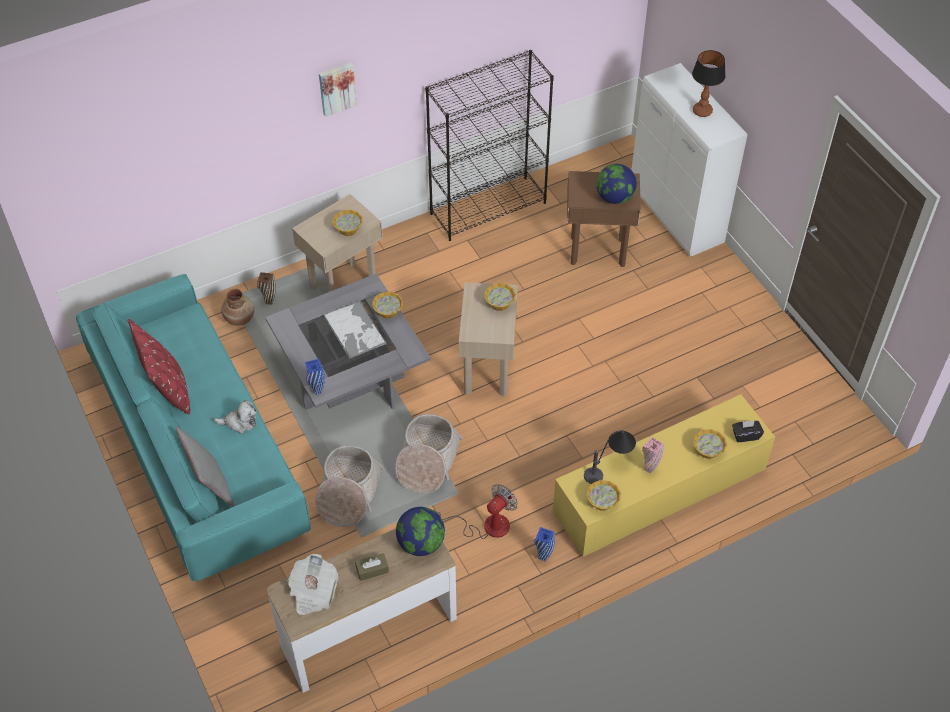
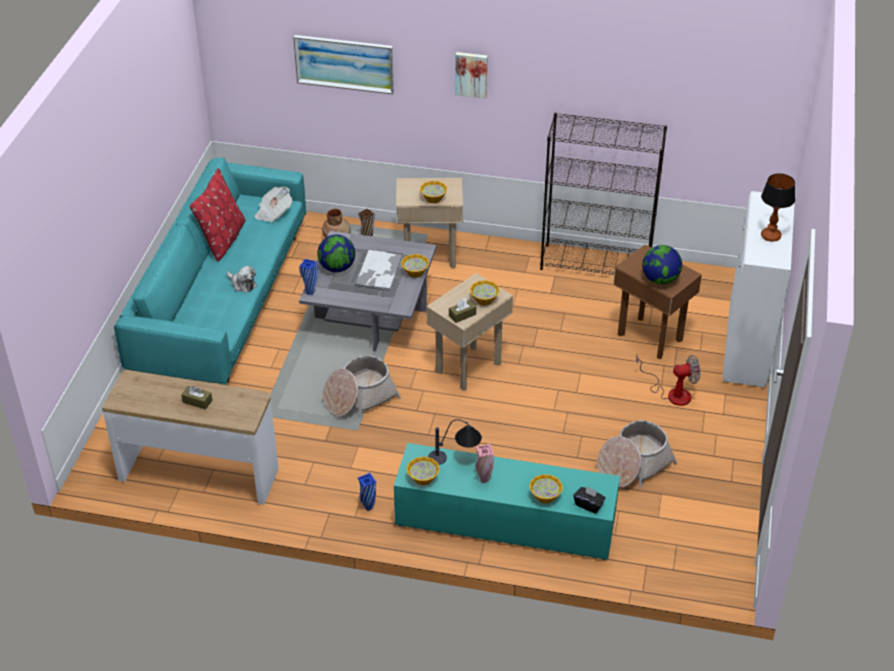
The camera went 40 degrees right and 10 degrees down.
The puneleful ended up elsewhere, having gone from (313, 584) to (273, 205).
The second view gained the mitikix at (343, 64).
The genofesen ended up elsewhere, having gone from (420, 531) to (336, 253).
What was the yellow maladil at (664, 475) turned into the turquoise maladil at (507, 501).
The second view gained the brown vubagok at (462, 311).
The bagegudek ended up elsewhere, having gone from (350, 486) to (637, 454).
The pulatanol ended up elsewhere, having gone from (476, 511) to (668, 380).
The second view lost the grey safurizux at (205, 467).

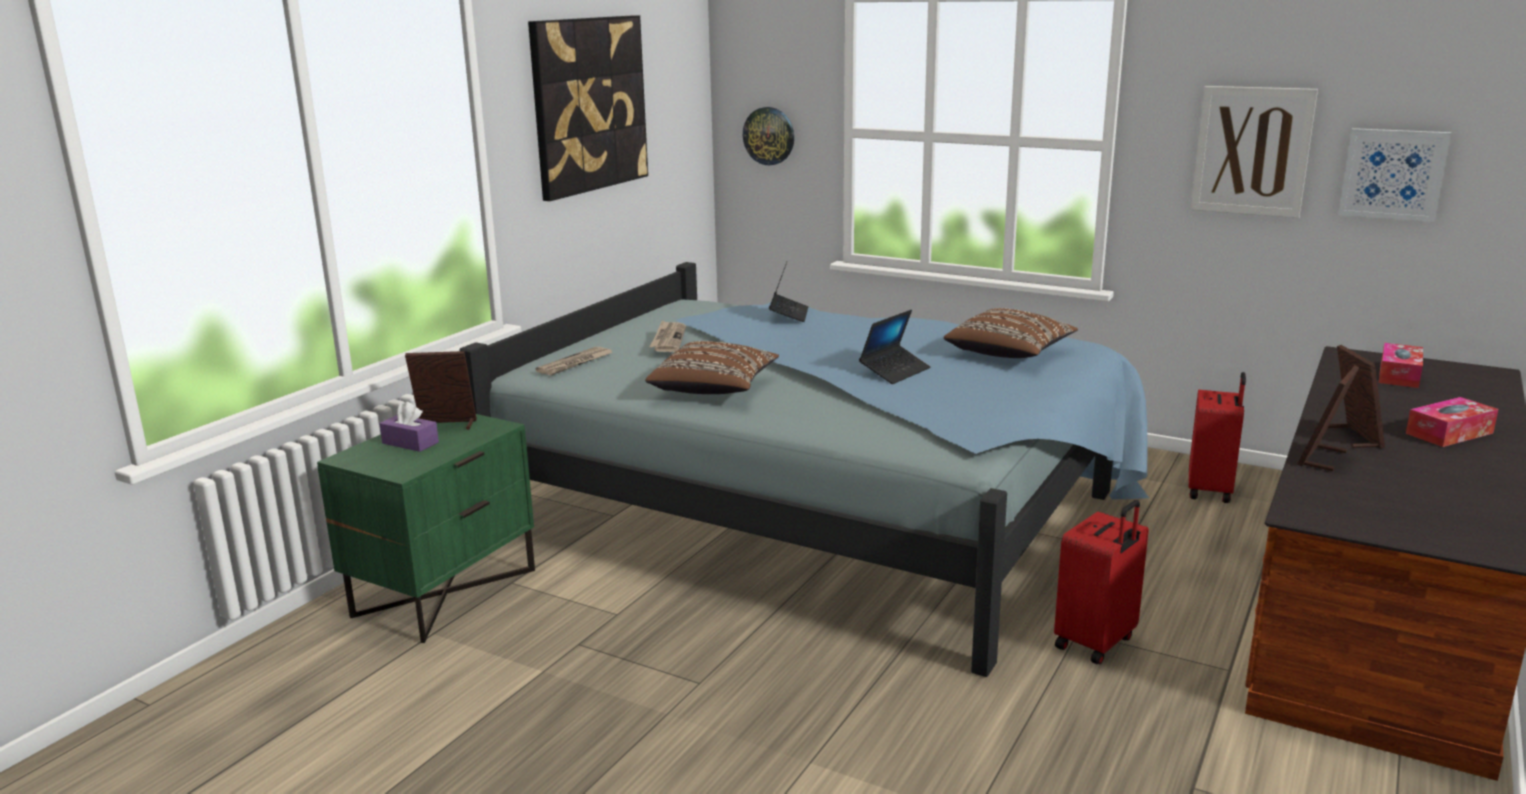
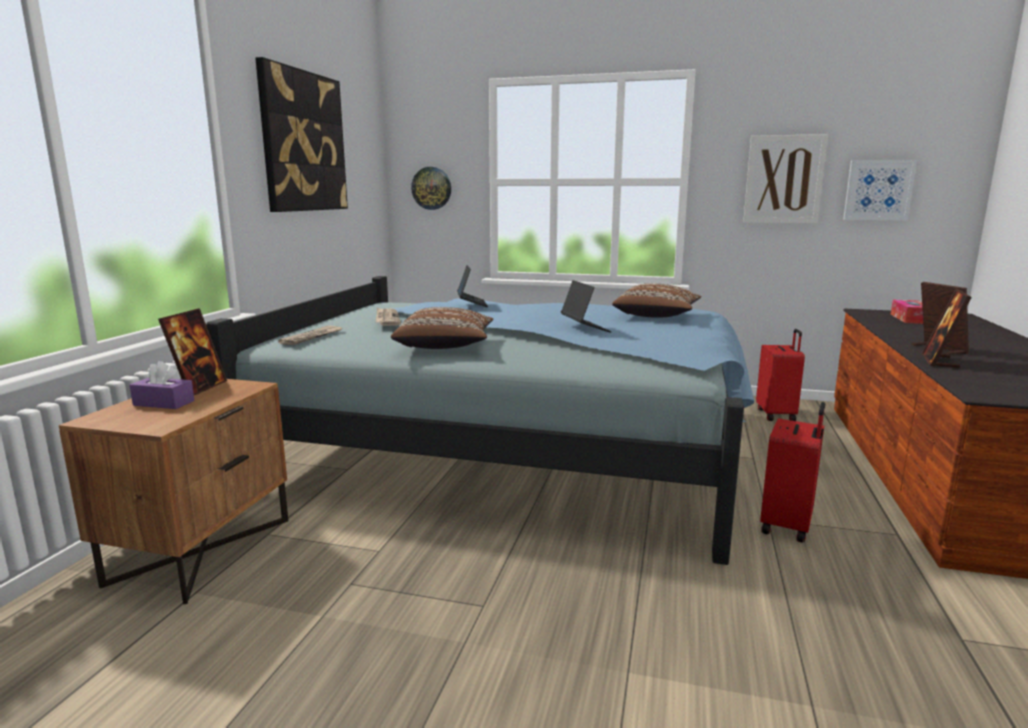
The camera went 15 degrees left and 5 degrees down.
What was the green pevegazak at (426, 528) turned into the brown pevegazak at (173, 491).
The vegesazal at (441, 390) ended up facing another way, 120 degrees clockwise from before.
The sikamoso at (895, 347) ended up facing another way, 45 degrees counterclockwise from before.
The second view lost the vubagok at (1452, 422).

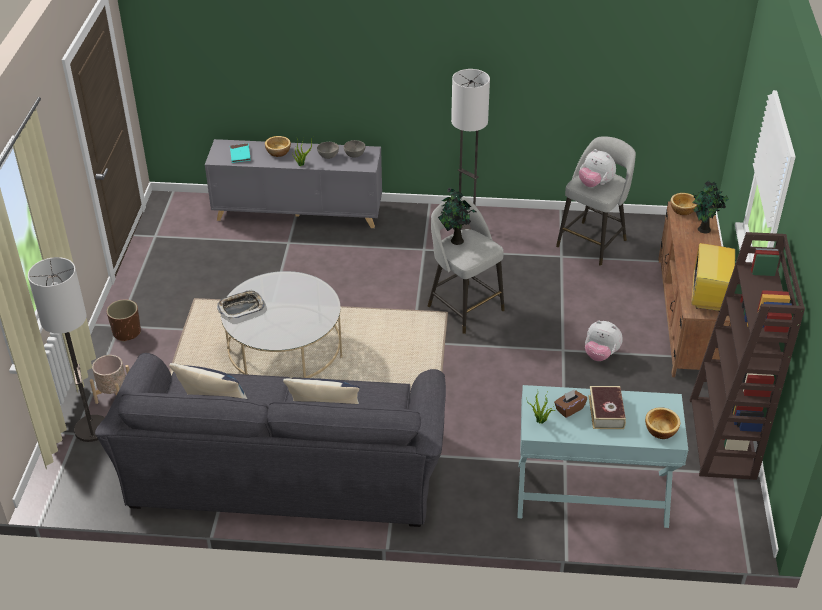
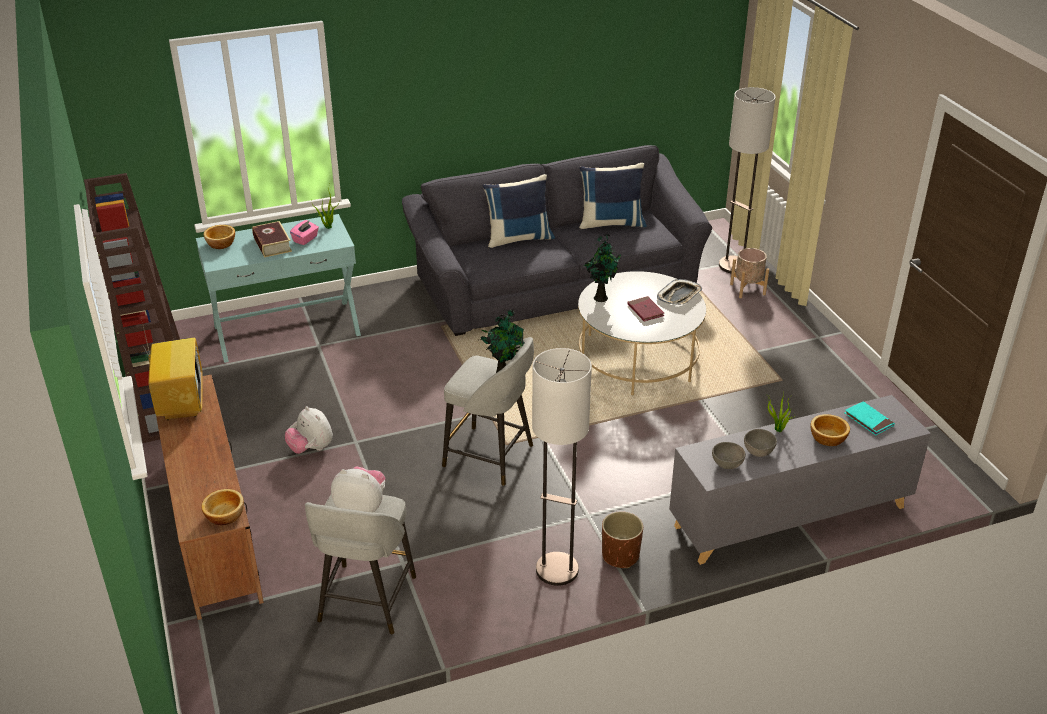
The camera went 155 degrees right and 5 degrees down.
The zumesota at (604, 341) ended up facing another way, 135 degrees counterclockwise from before.
What was the brown vubagok at (570, 403) turned into the pink vubagok at (304, 232).
The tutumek ended up elsewhere, having gone from (710, 207) to (602, 268).
The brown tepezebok ended up elsewhere, having gone from (124, 320) to (622, 539).
The second view gained the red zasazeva at (646, 308).

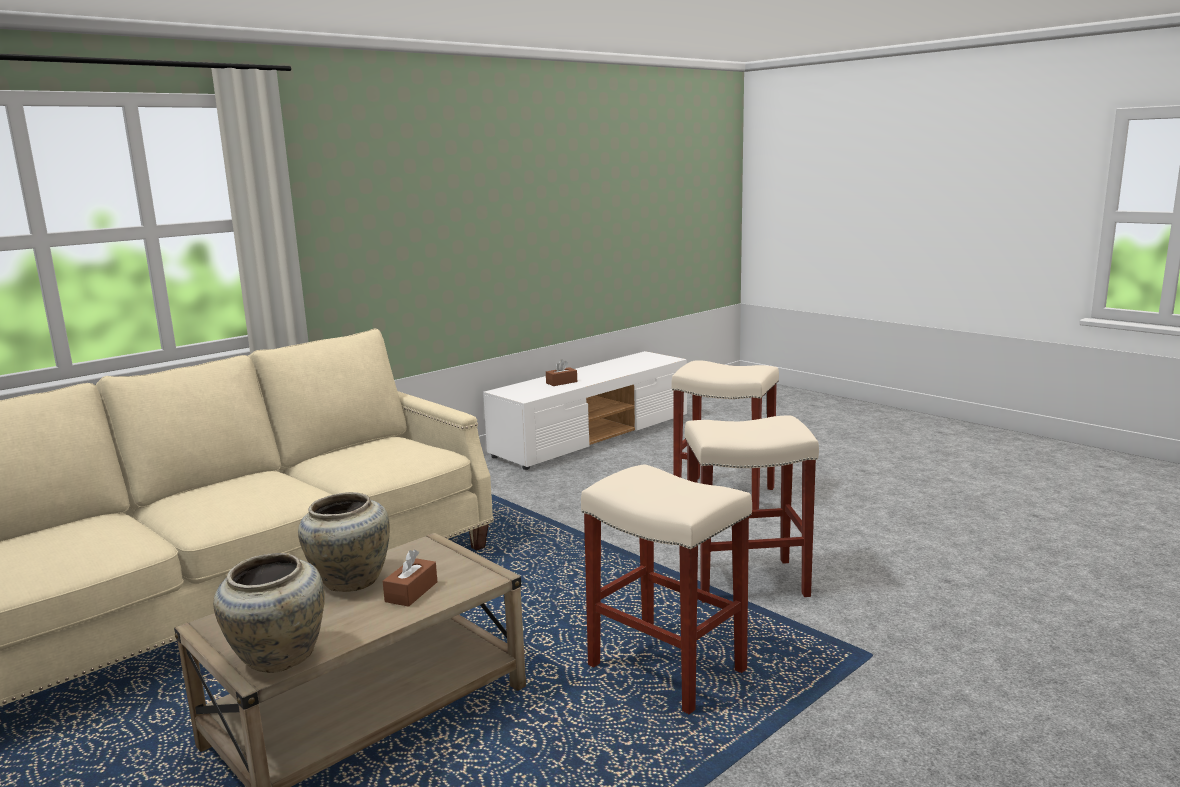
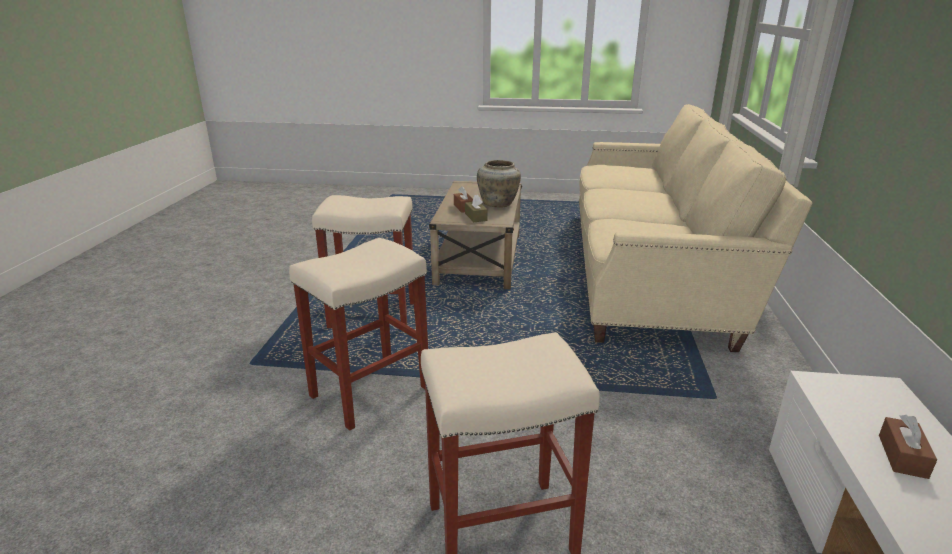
The camera went 140 degrees right and 10 degrees up.
The second view gained the brown vubagok at (476, 208).
The second view lost the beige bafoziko at (269, 613).

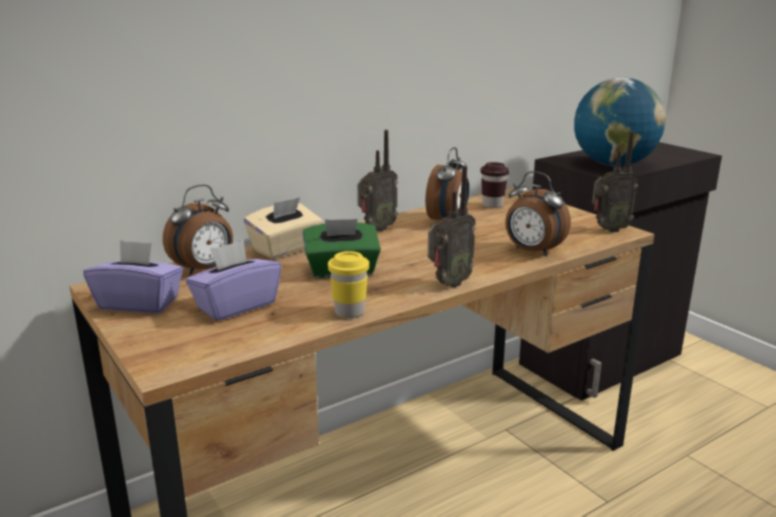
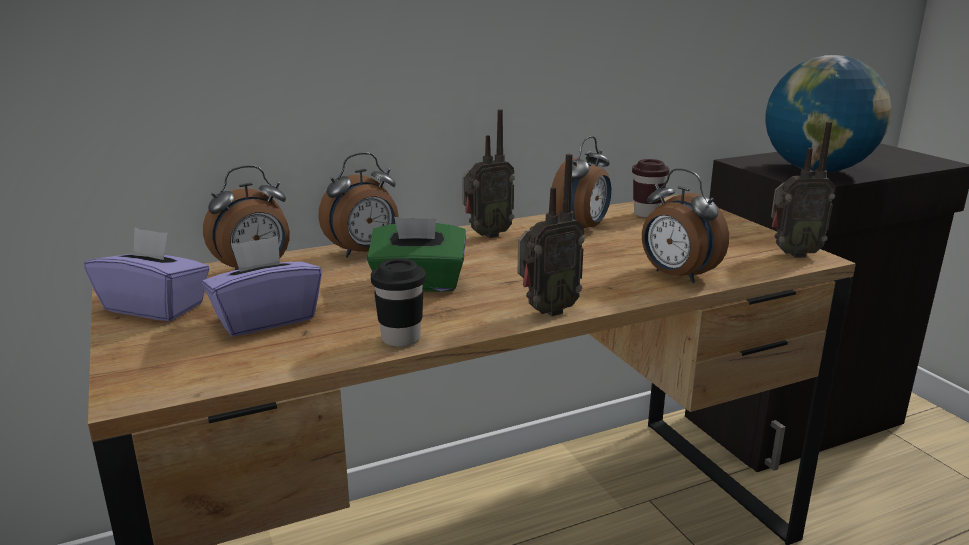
The camera went 10 degrees right and 0 degrees up.
Where the beige vubagok stood at (283, 228), the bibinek came to stand at (358, 205).
What was the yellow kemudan at (348, 284) turned into the black kemudan at (398, 302).

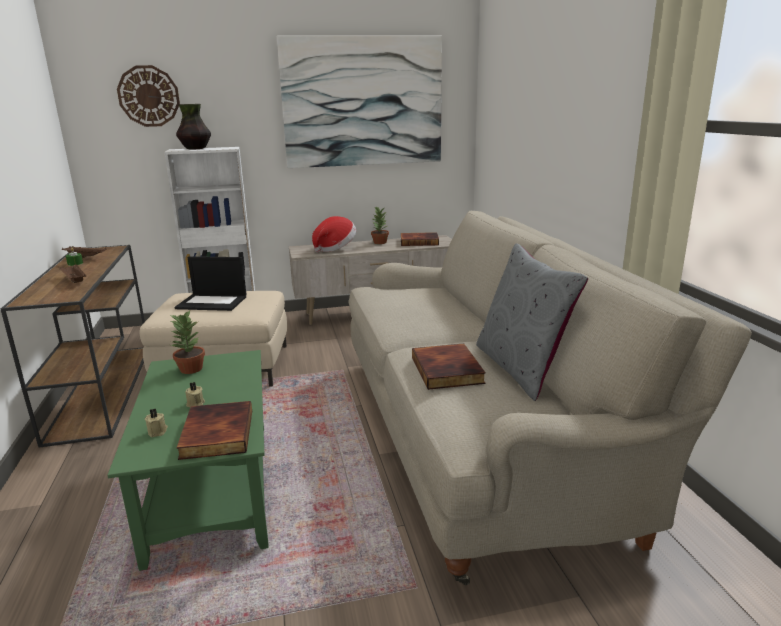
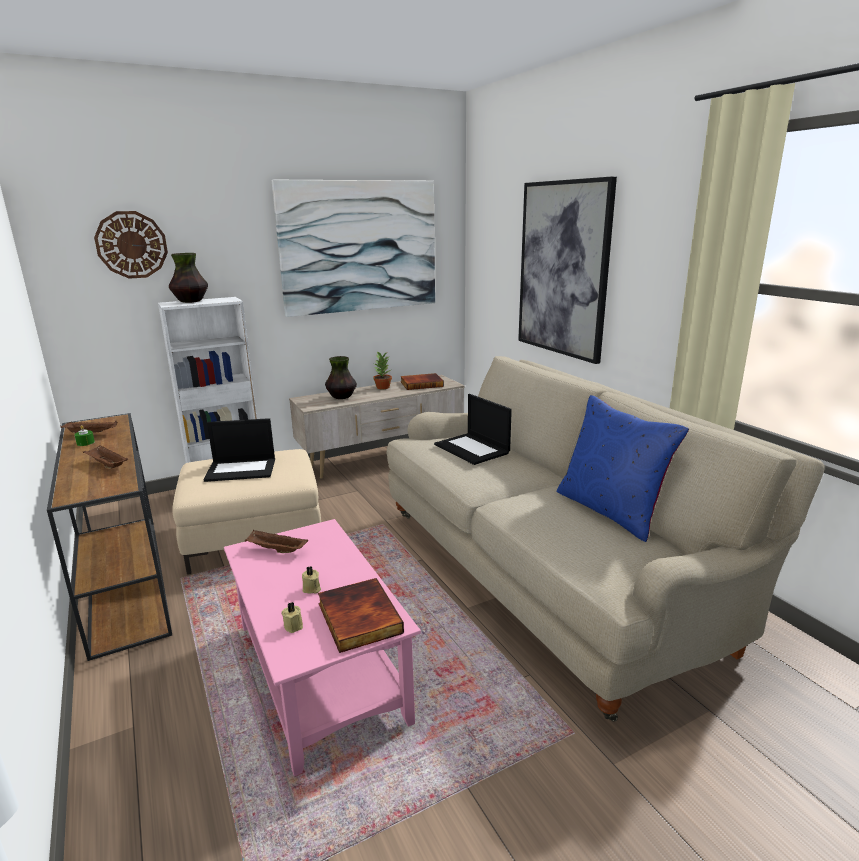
The camera went 15 degrees left and 0 degrees up.
What was the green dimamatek at (188, 460) turned into the pink dimamatek at (322, 647).
Where the tutumek stood at (187, 342), the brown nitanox came to stand at (276, 541).
Where the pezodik stood at (334, 234), the bafoziko came to stand at (341, 377).
The second view gained the sikamoso at (473, 429).
The second view gained the mitikix at (567, 270).
What was the grey safurizux at (532, 322) turned into the blue safurizux at (623, 468).
The second view lost the zasazeva at (449, 367).

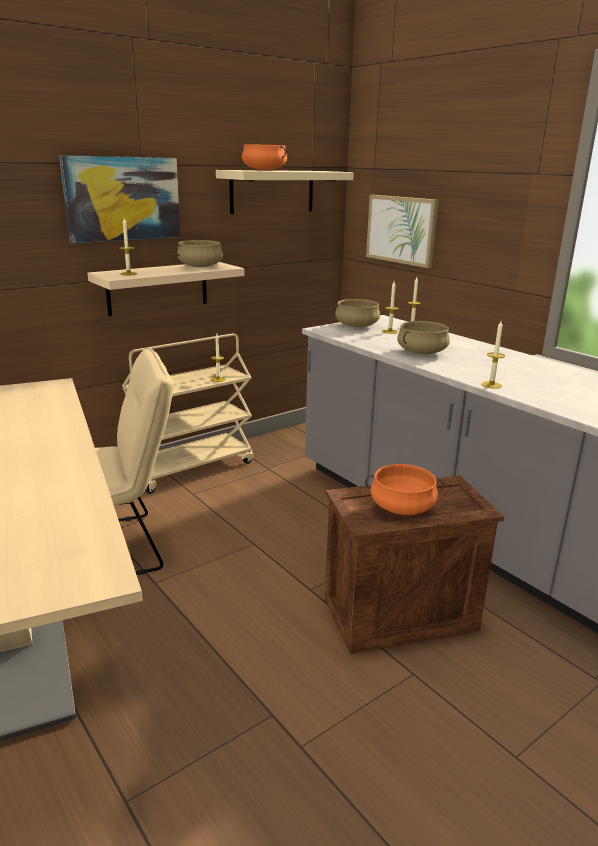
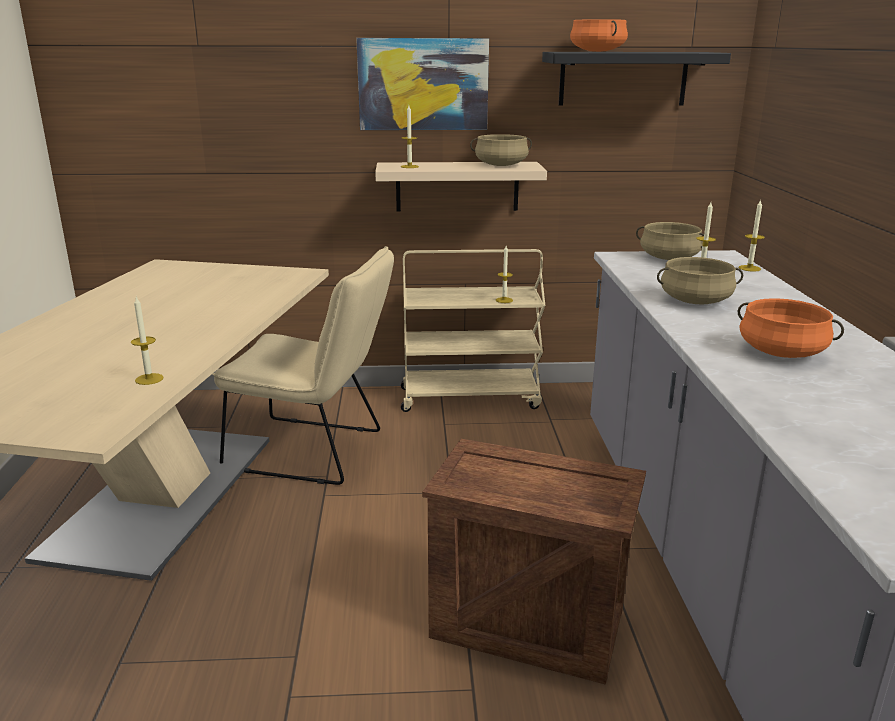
The camera went 35 degrees right and 0 degrees up.
The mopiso ended up elsewhere, having gone from (493, 355) to (147, 341).
What was the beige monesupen at (285, 192) turned into the black monesupen at (636, 79).
The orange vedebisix ended up elsewhere, having gone from (404, 489) to (791, 328).
The second view lost the mitikix at (402, 231).

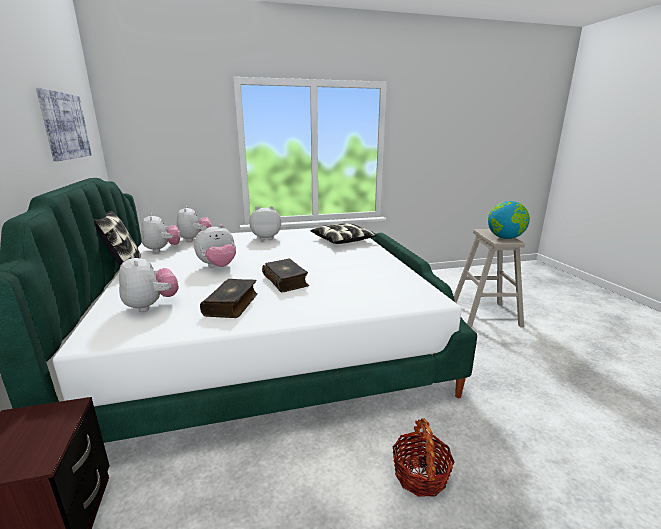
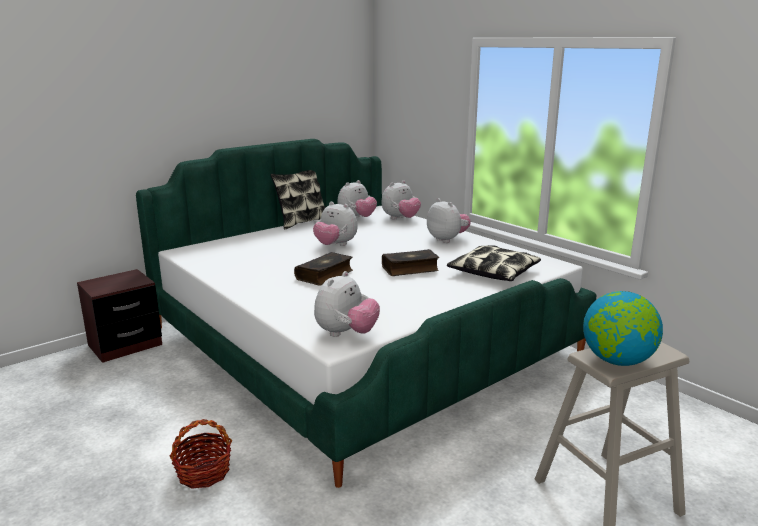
The camera went 65 degrees right and 0 degrees up.
The zumesota ended up elsewhere, having gone from (149, 283) to (347, 304).
The zasazeva ended up elsewhere, having gone from (229, 298) to (410, 262).
The second view lost the mitikix at (64, 124).

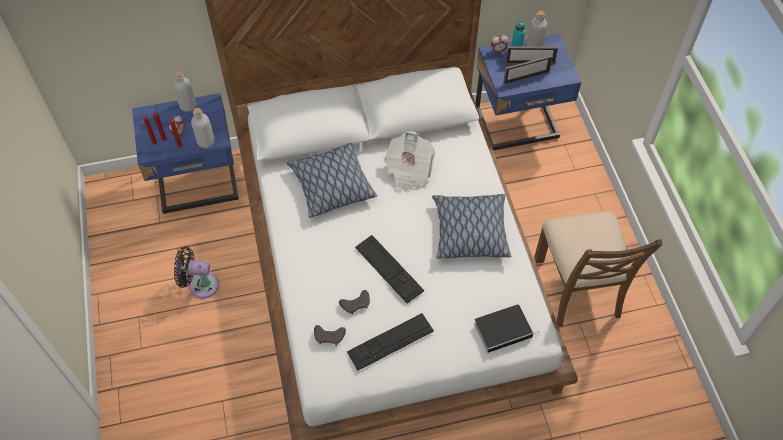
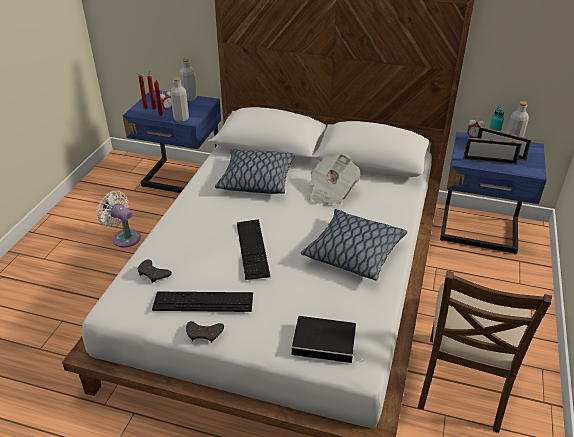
The camera went 30 degrees right and 20 degrees down.
What was the black pulatanol at (196, 272) turned into the white pulatanol at (118, 219).
The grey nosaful ended up elsewhere, having gone from (354, 302) to (205, 332).

